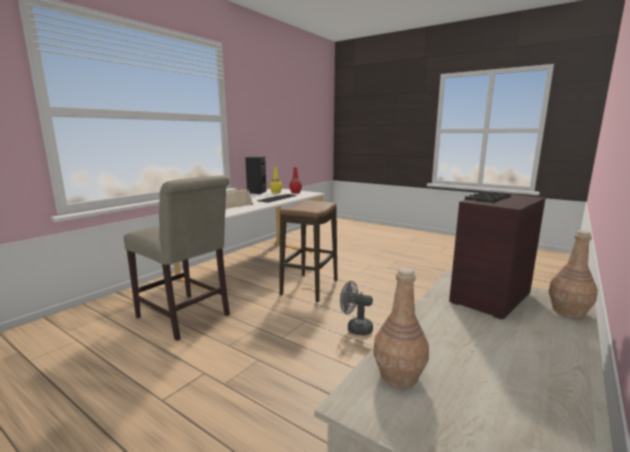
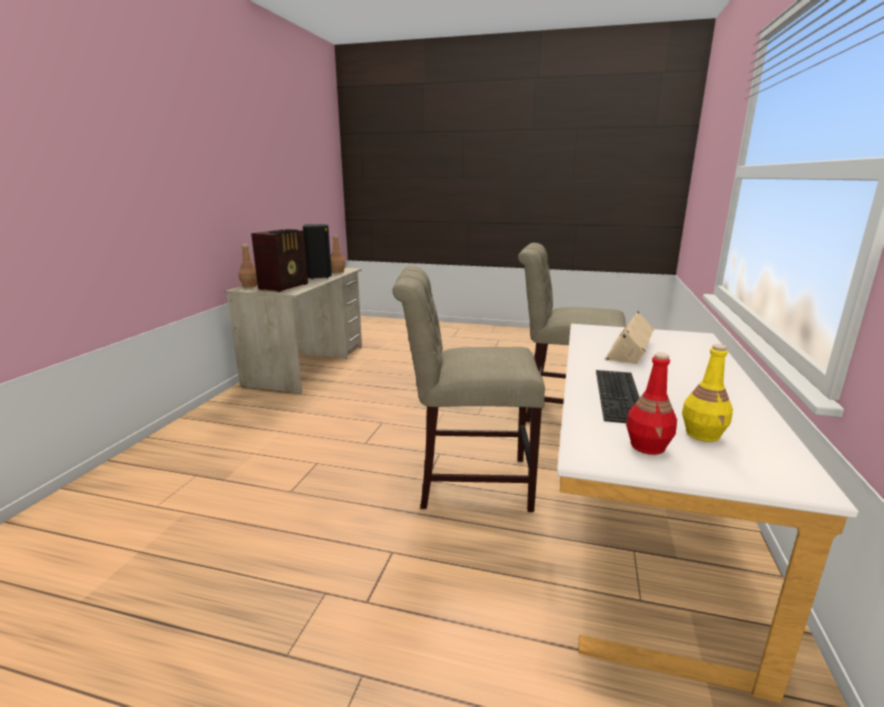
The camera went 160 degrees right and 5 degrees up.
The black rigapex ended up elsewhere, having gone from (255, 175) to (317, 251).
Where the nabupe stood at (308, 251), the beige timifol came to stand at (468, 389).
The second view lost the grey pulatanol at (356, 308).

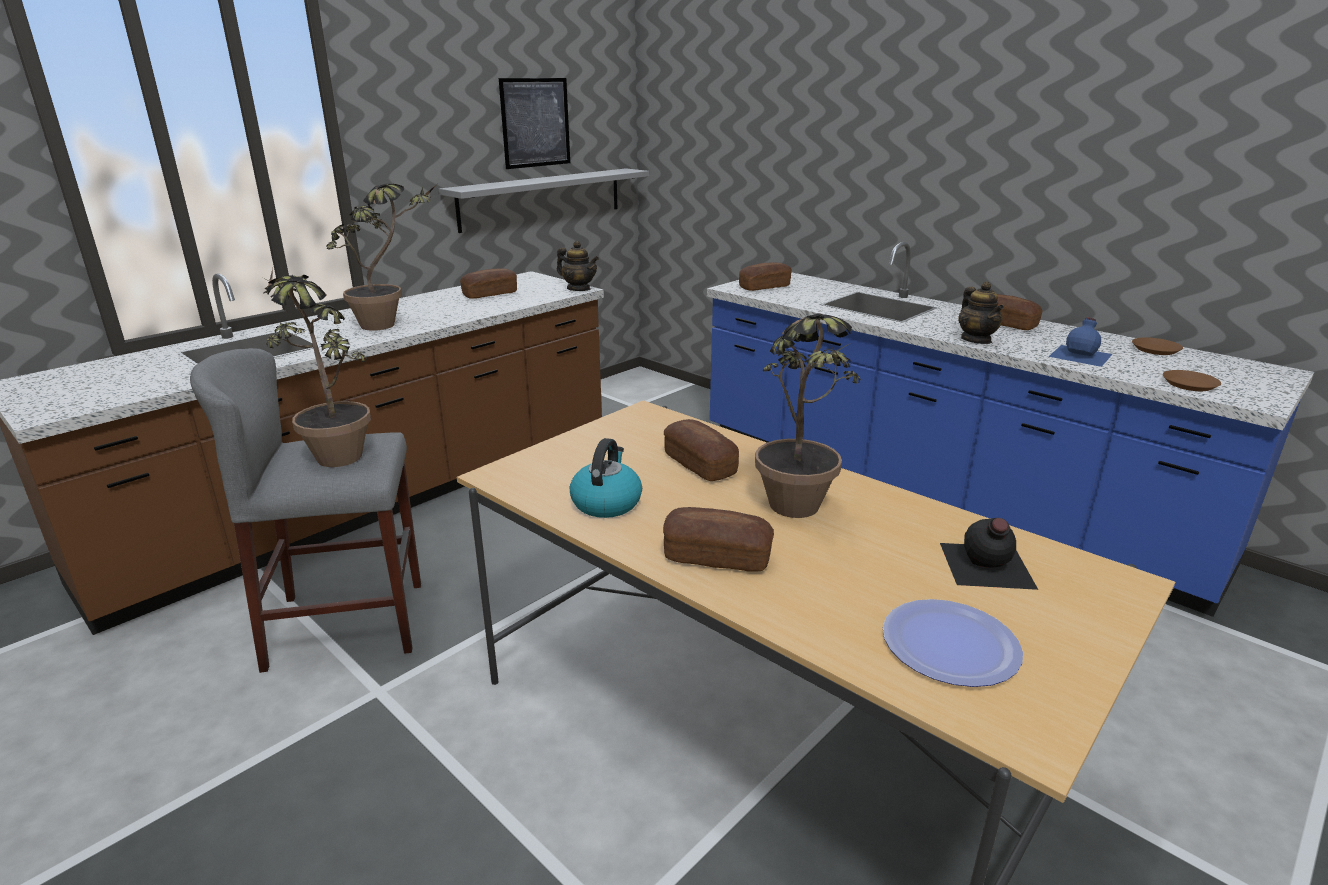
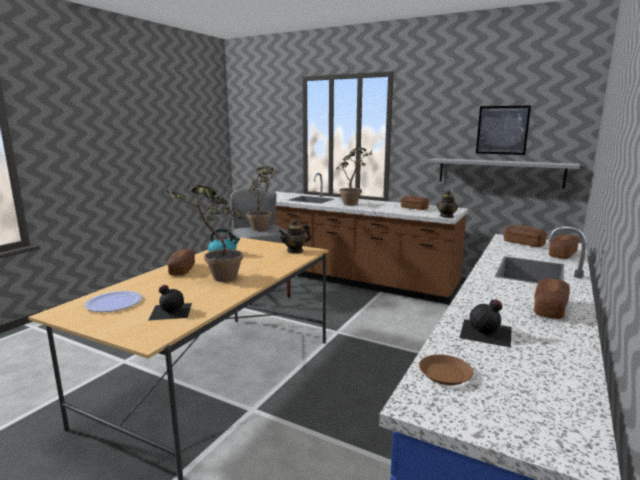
The camera went 75 degrees right and 10 degrees down.
The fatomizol ended up elsewhere, having gone from (981, 313) to (294, 236).
What was the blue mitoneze at (1080, 342) turned into the black mitoneze at (485, 323).
The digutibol ended up elsewhere, having gone from (701, 450) to (564, 246).
The second view lost the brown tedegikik at (1157, 346).

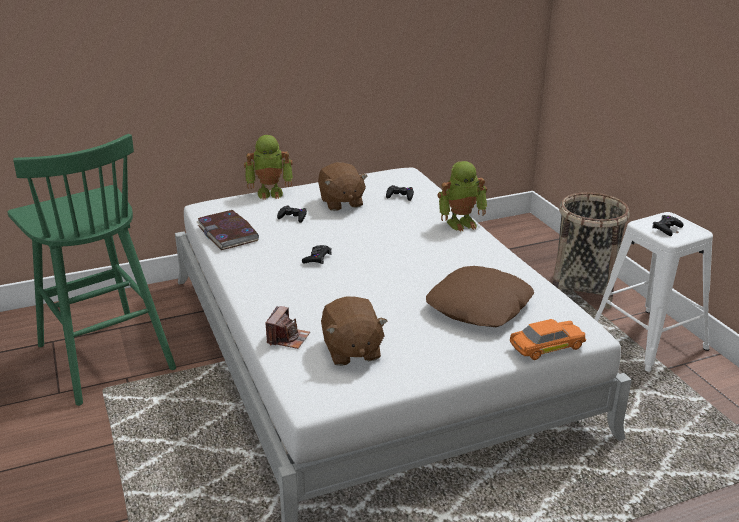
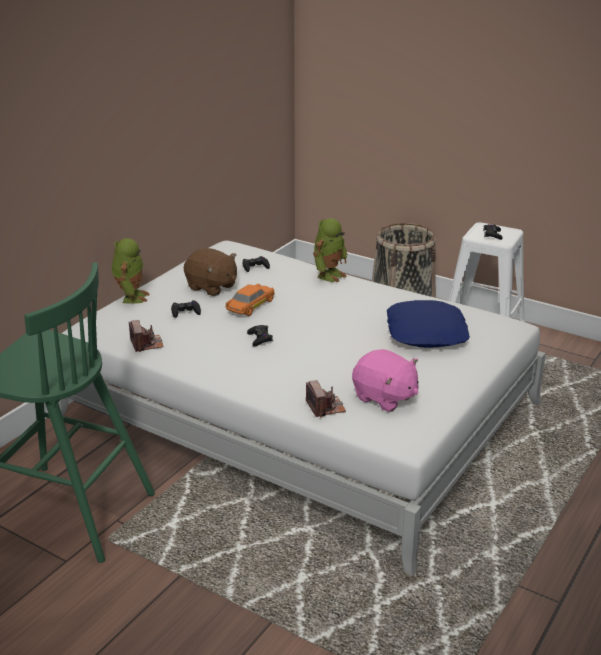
The camera went 35 degrees left and 0 degrees up.
The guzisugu at (268, 167) ended up facing another way, 45 degrees counterclockwise from before.
Where the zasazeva stood at (228, 230), the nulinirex came to stand at (146, 336).
The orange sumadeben ended up elsewhere, having gone from (548, 339) to (250, 300).
What was the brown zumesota at (354, 331) turned into the pink zumesota at (385, 380).
What was the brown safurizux at (480, 296) turned into the blue safurizux at (428, 324).

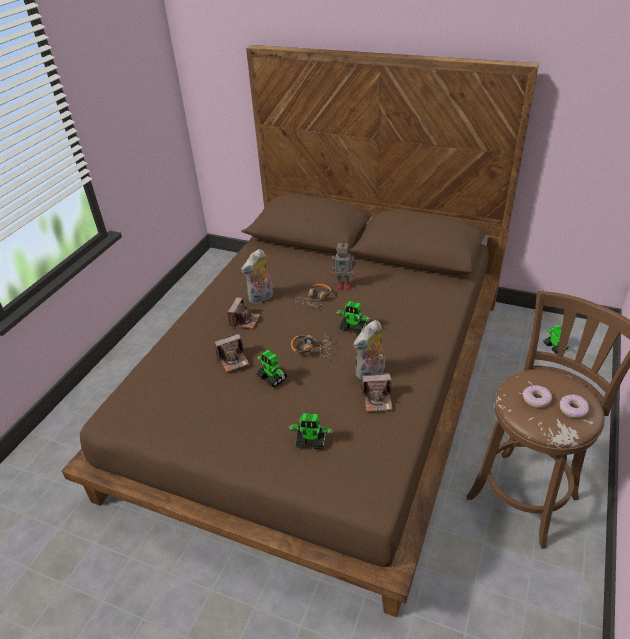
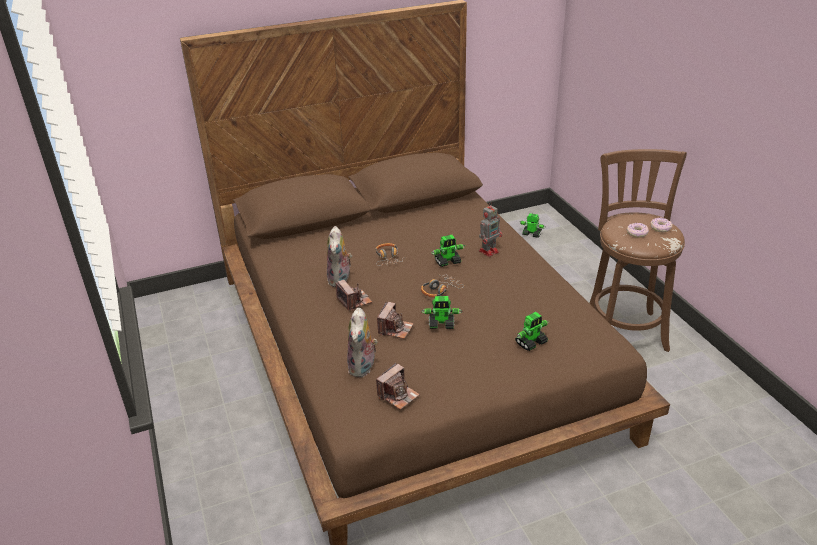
The camera went 45 degrees left and 5 degrees down.
The zumesota ended up elsewhere, having gone from (369, 350) to (362, 342).
The nulinirex ended up elsewhere, having gone from (377, 392) to (398, 386).
The guzisugu ended up elsewhere, having gone from (344, 264) to (490, 229).

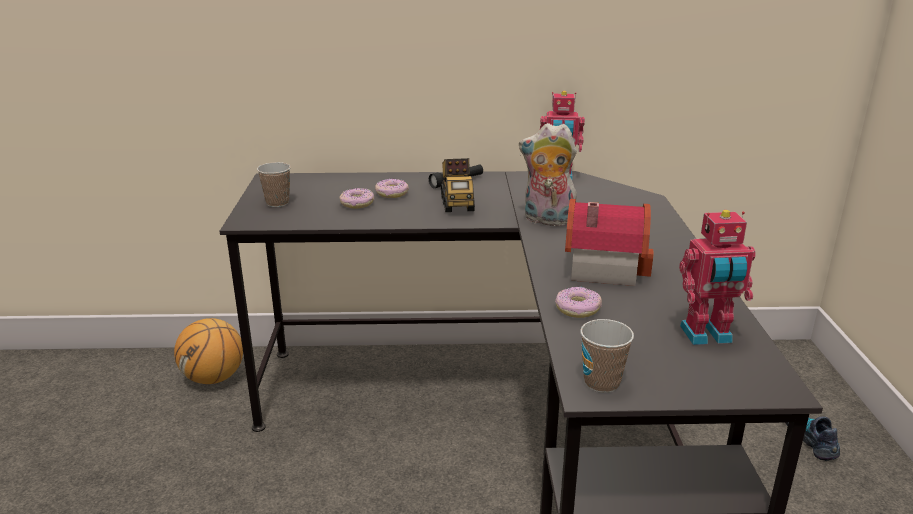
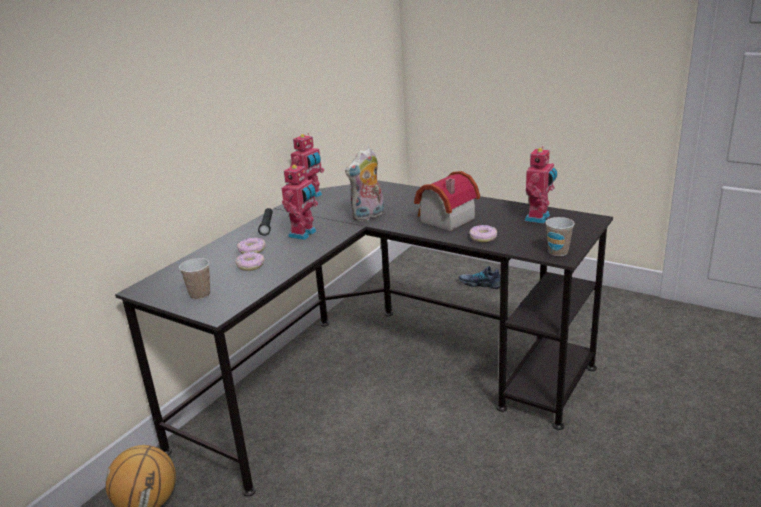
The camera went 55 degrees left and 0 degrees up.
Where the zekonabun stood at (458, 185), the guzisugu came to stand at (300, 201).

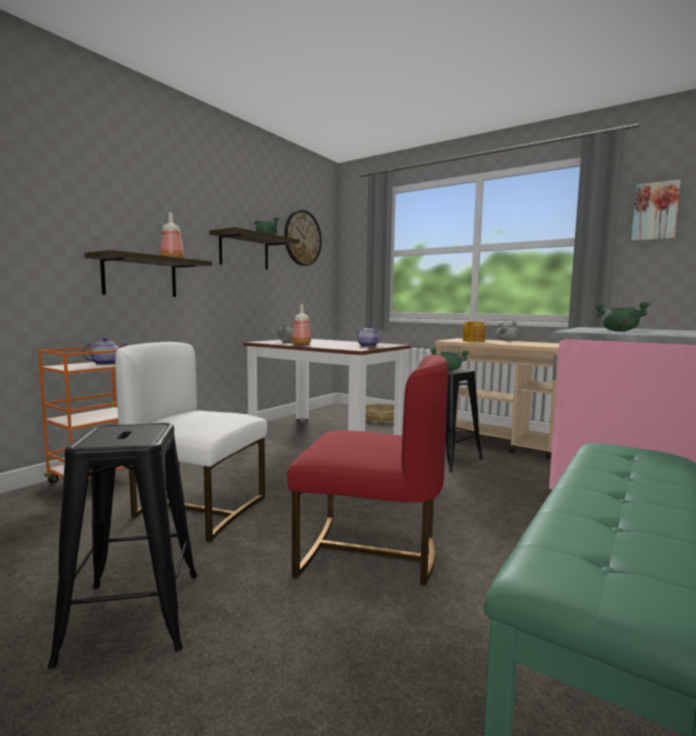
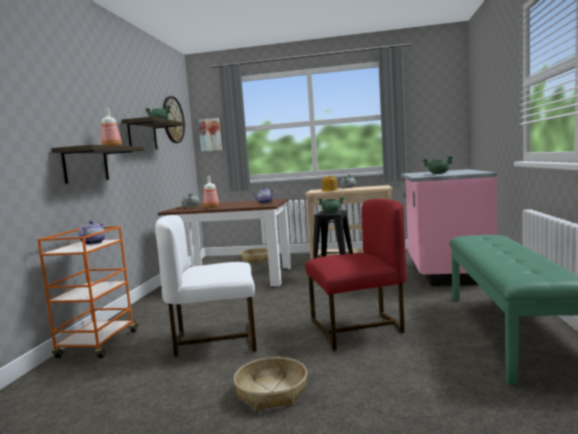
The camera went 25 degrees left and 0 degrees up.
The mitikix ended up elsewhere, having gone from (656, 210) to (210, 135).
Where the black nabupe stood at (122, 546), the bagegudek came to stand at (270, 384).

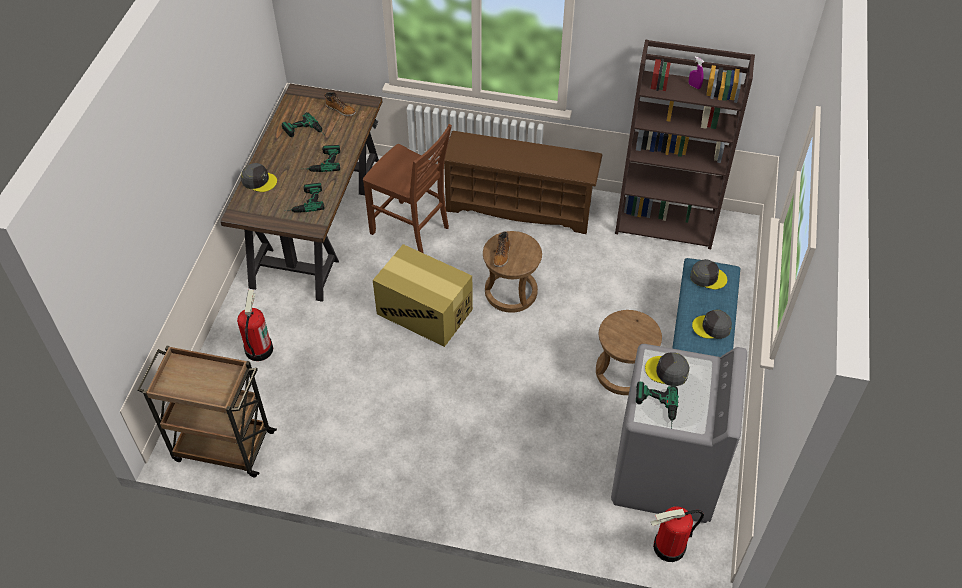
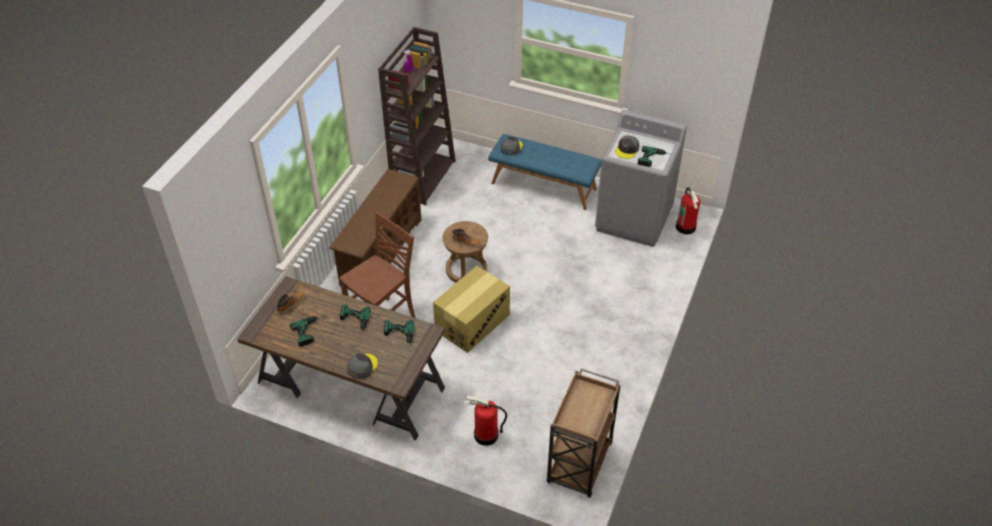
The camera went 80 degrees left and 5 degrees down.
The second view lost the brown nabupe at (629, 352).
The second view lost the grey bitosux at (712, 324).

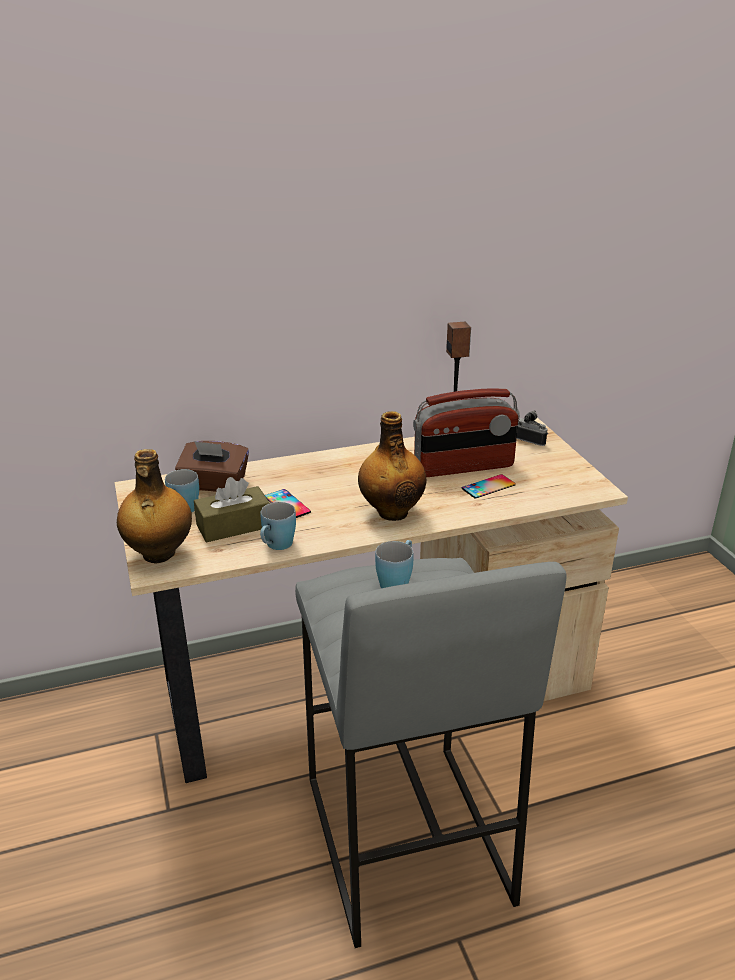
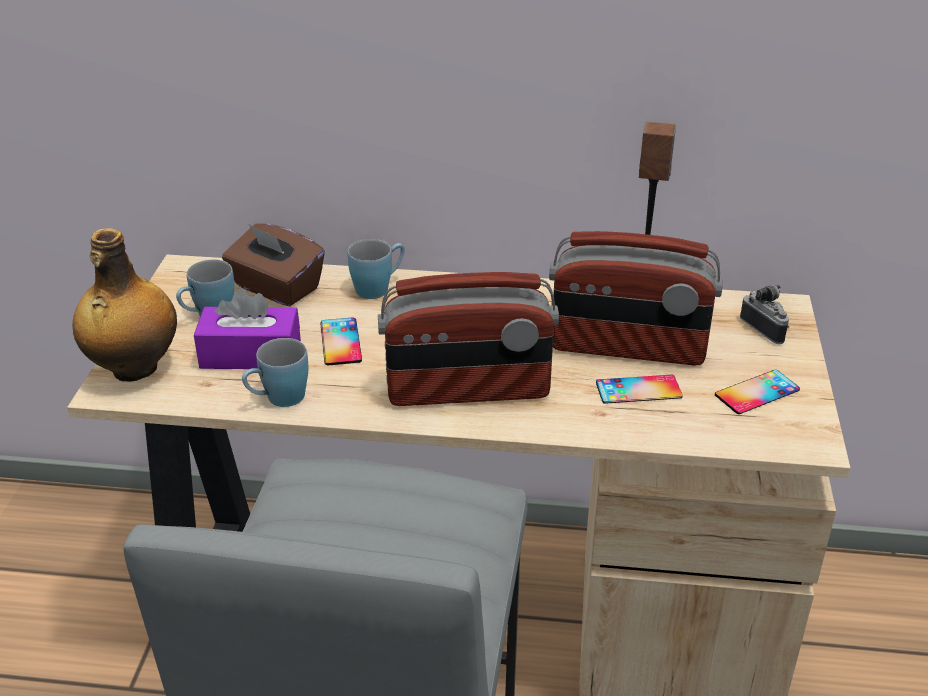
The camera went 25 degrees right and 5 degrees up.
What was the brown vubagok at (232, 510) turned into the purple vubagok at (247, 328).
The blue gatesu ended up elsewhere, having gone from (394, 564) to (376, 269).
Where the mitoneze stood at (392, 466), the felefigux came to stand at (468, 339).
The second view gained the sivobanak at (757, 392).

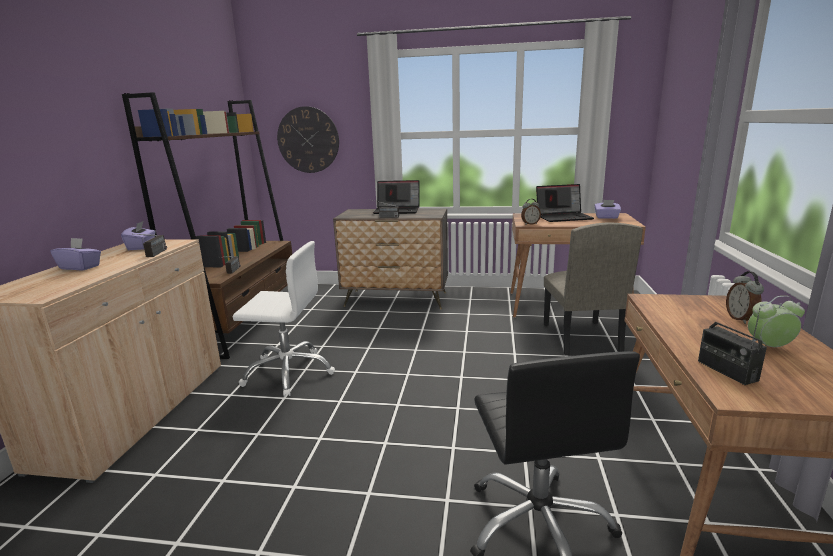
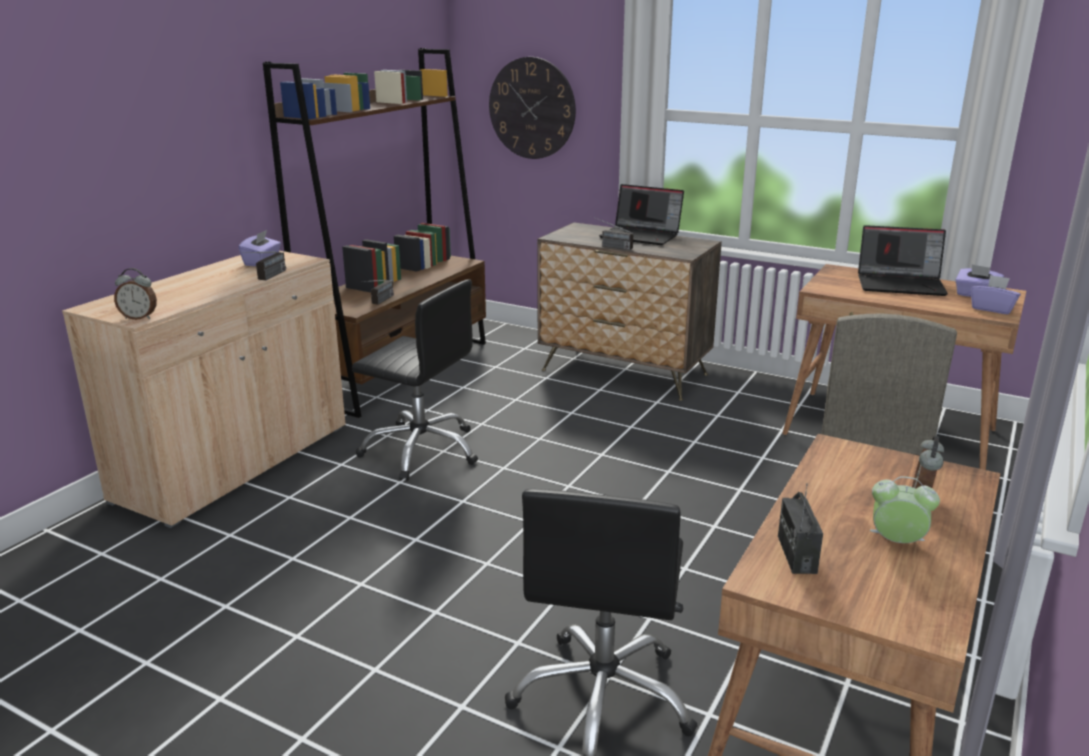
The camera went 20 degrees right and 5 degrees up.
The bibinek ended up elsewhere, having gone from (531, 212) to (135, 294).
What was the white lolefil at (284, 319) turned into the black lolefil at (415, 380).
The purple vubagok ended up elsewhere, having gone from (75, 254) to (996, 294).

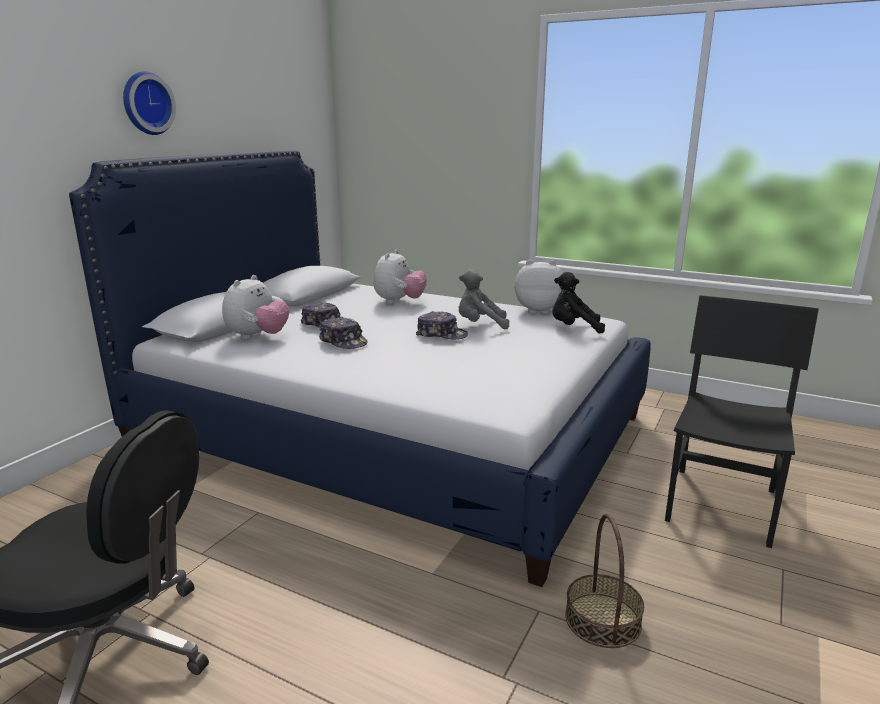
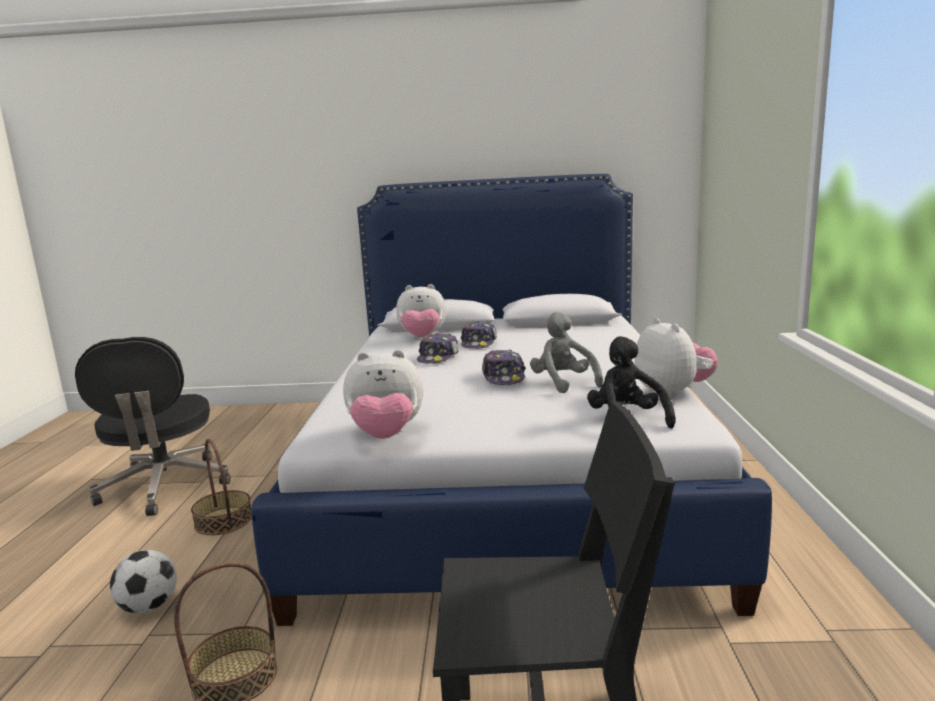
The camera went 65 degrees right and 5 degrees down.
The second view gained the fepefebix at (143, 582).
The second view gained the bagegudek at (221, 486).
The zumesota ended up elsewhere, having gone from (400, 277) to (383, 394).
The second view lost the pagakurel at (149, 103).

